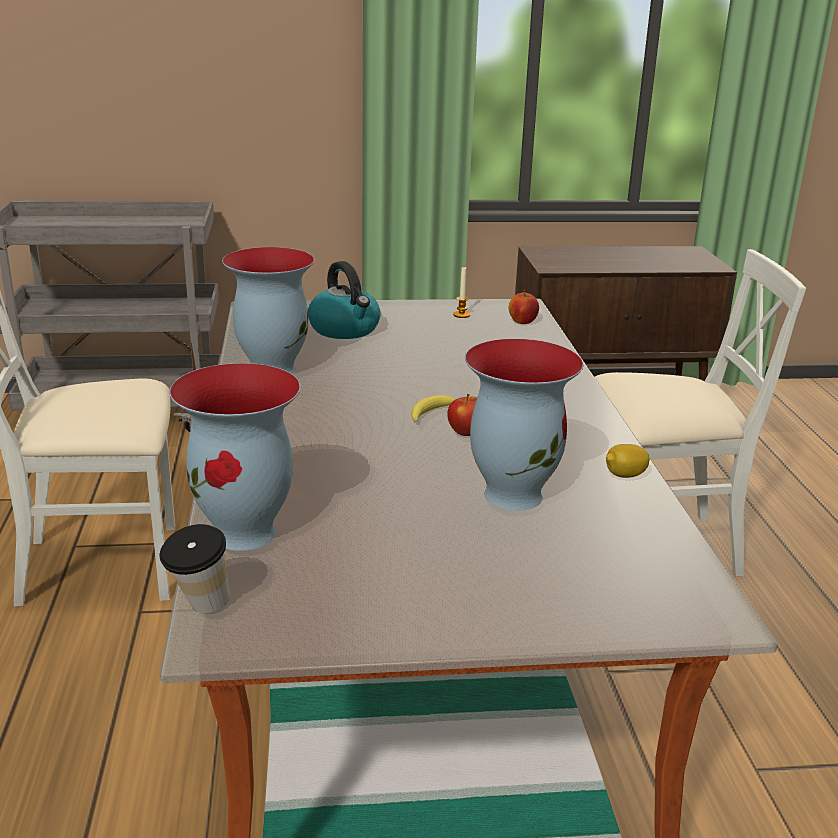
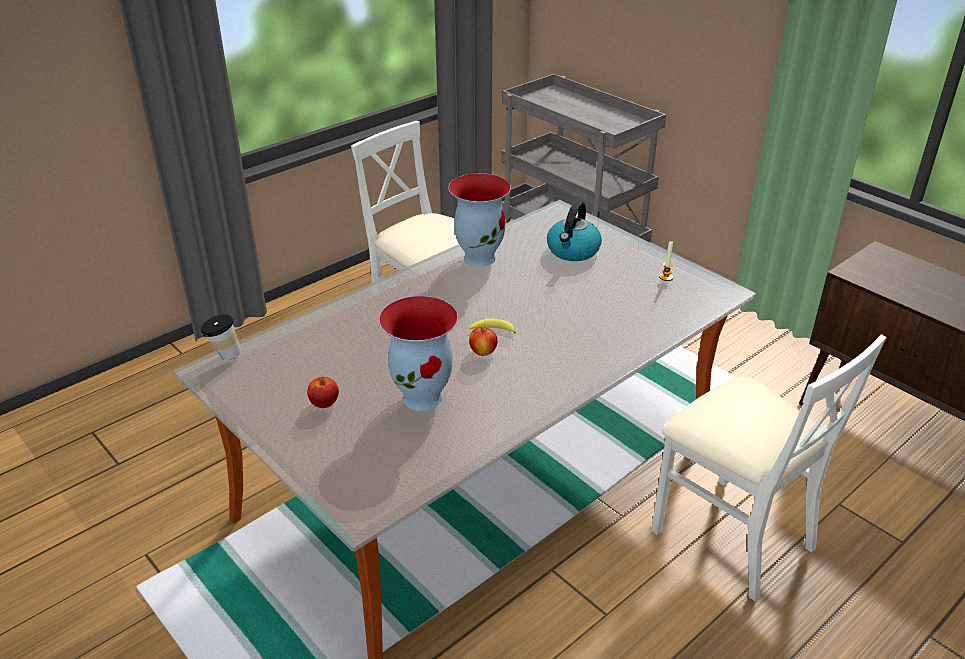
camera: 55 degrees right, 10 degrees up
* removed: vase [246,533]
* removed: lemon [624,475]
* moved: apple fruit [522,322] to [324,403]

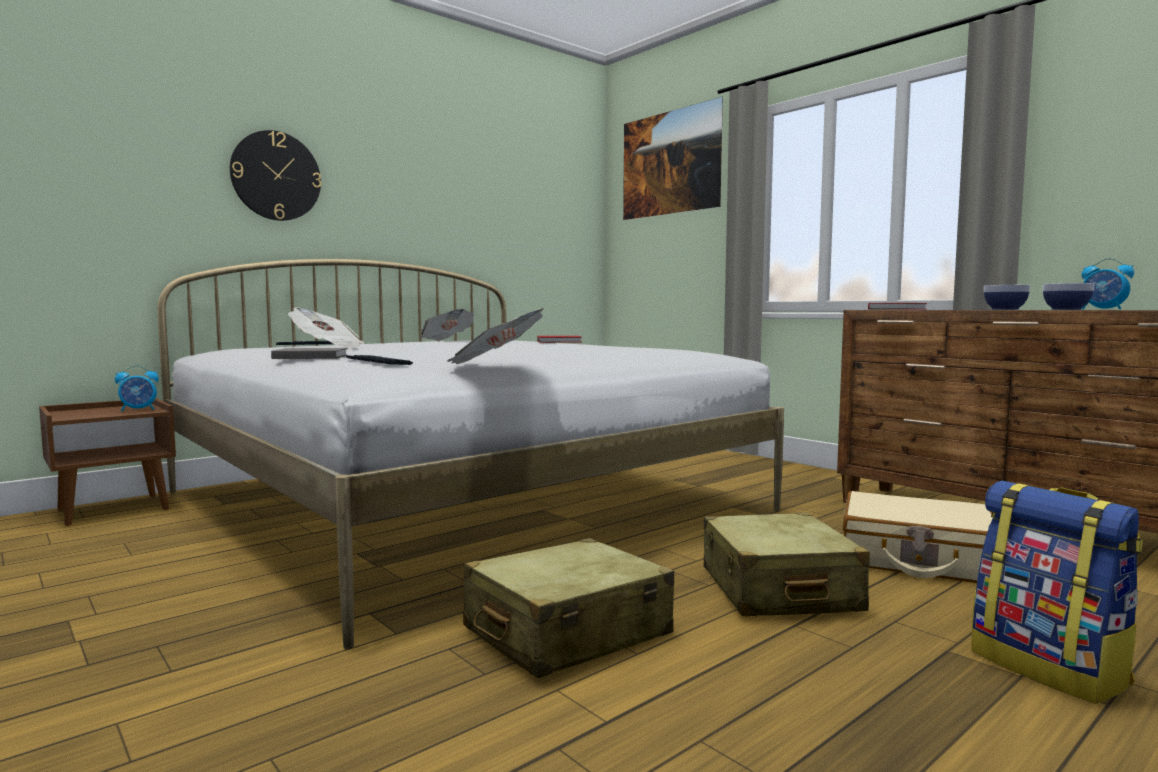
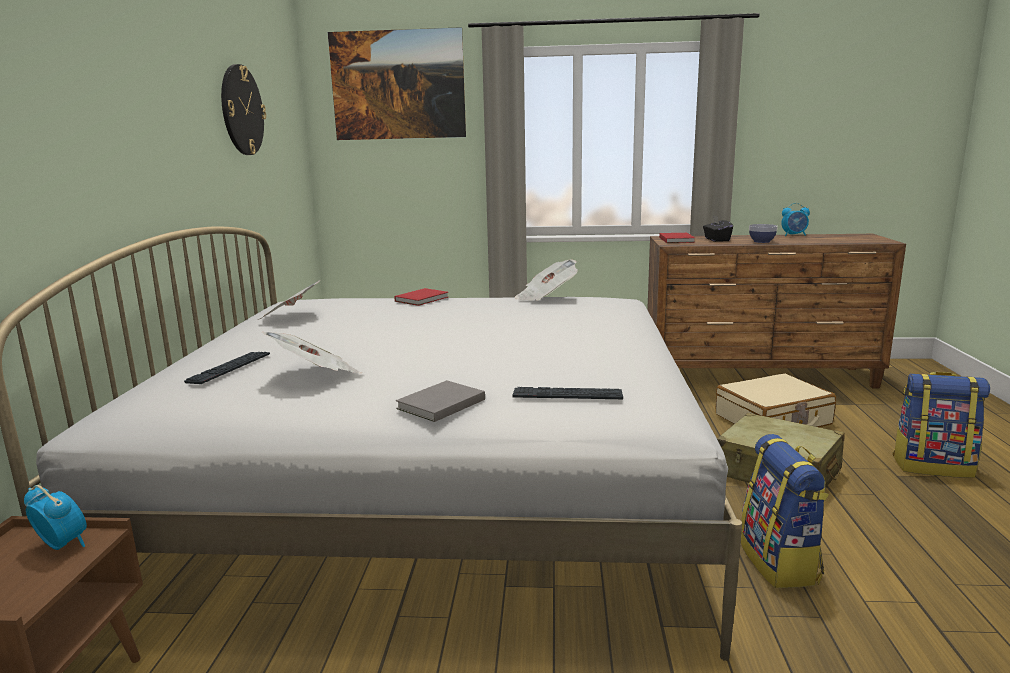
camera: 45 degrees left, 10 degrees up
* removed: serving bowl [1066,309]
* added: blackish box of tissues [716,240]
* moved: clock on the wall [276,176] to [242,110]
* moved: newspaper [495,365] to [546,297]
* replaced: beige travel case [566,633] to rucksack [780,563]
* turned: bedside clock [138,410] = [62,545] 75 degrees counterclockwise

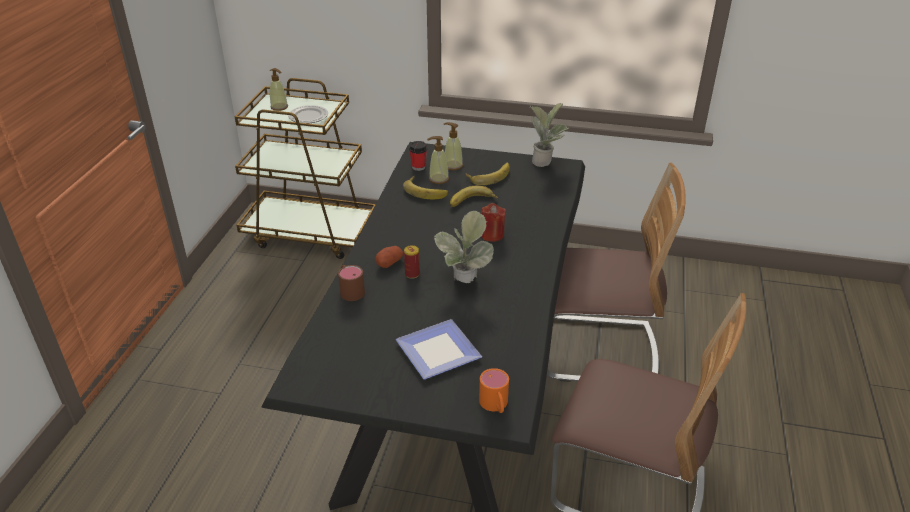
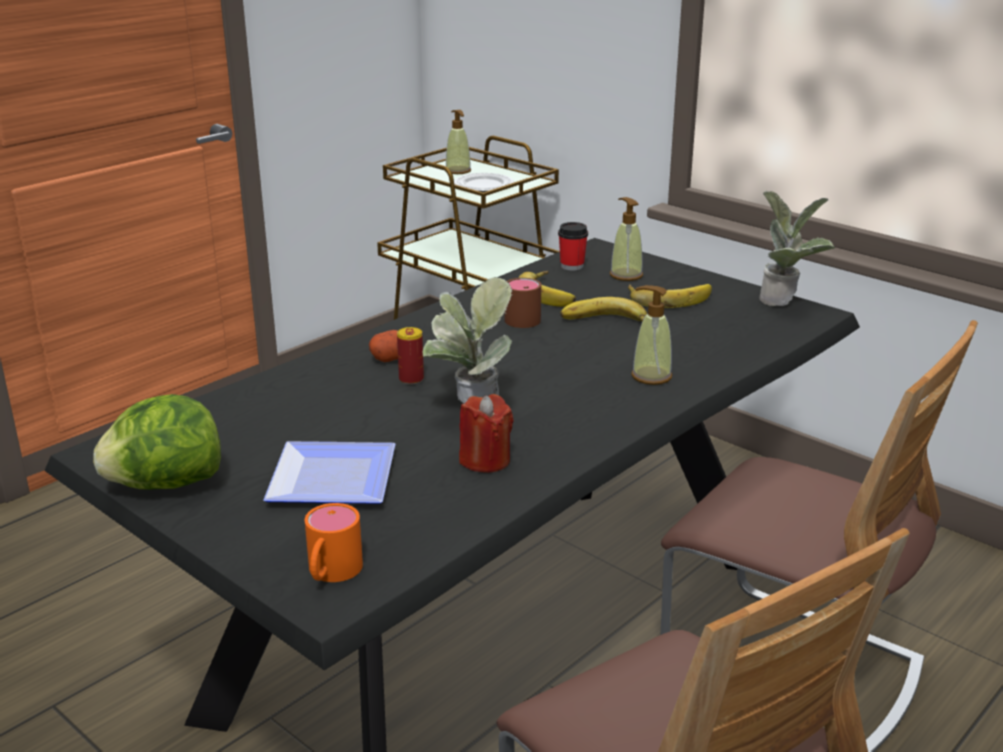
camera: 30 degrees right, 10 degrees down
* added: head of lettuce [166,484]
* moved: brown-coloured tea mug [350,290] to [522,317]
* moved: soap bottle [438,179] to [651,376]
* moved: reddish wax light [492,235] to [485,460]

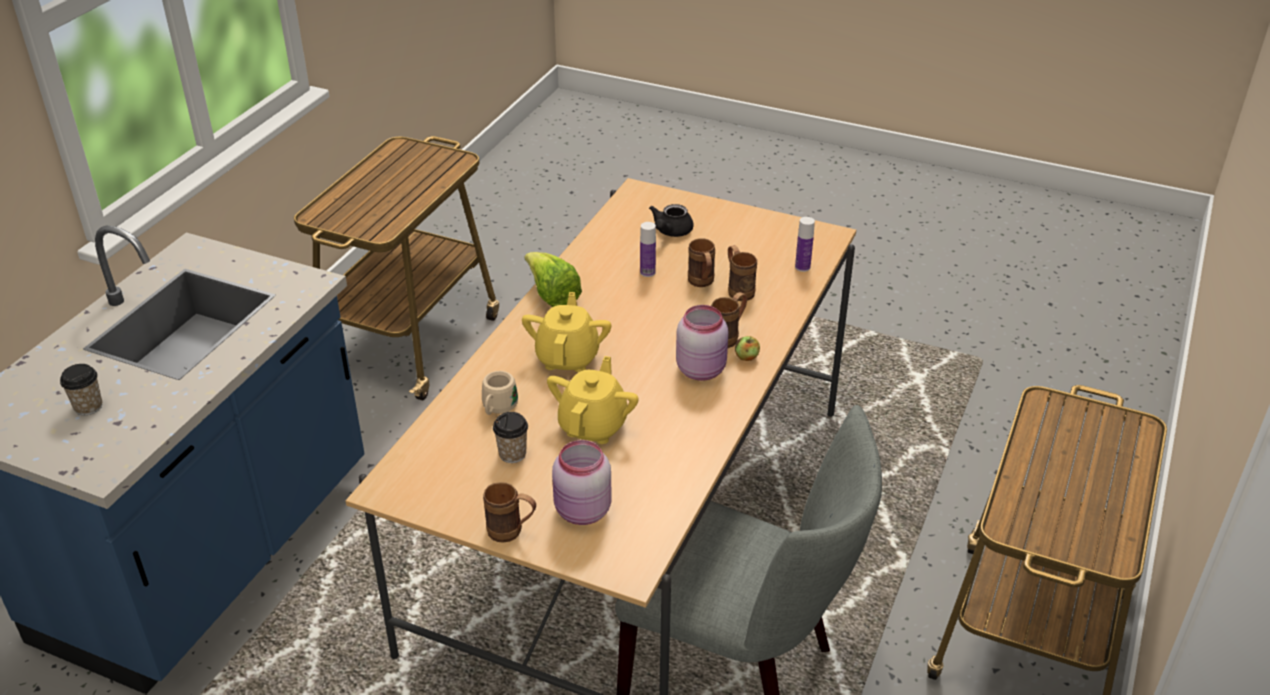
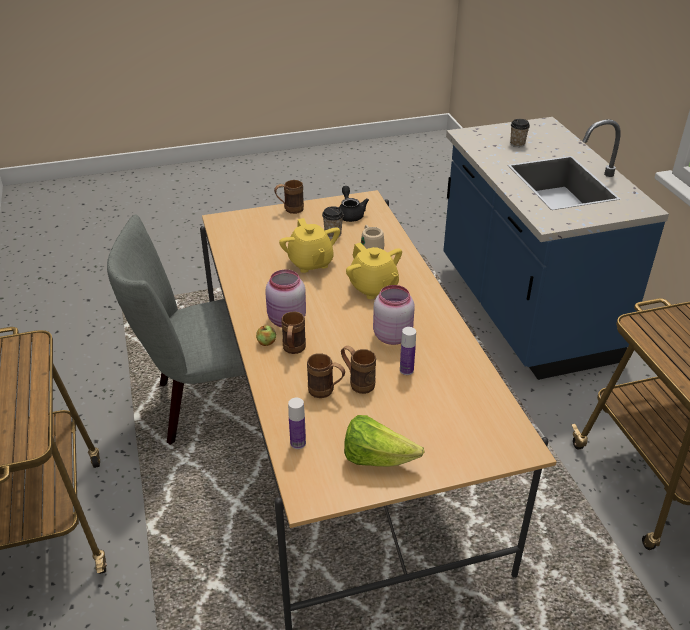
camera: 140 degrees right, 0 degrees up
* moved: head of lettuce [552,296] to [376,458]
* moved: pinkish storage jar [582,512] to [392,335]
* moved: blackish pot for tea [670,232] to [350,214]

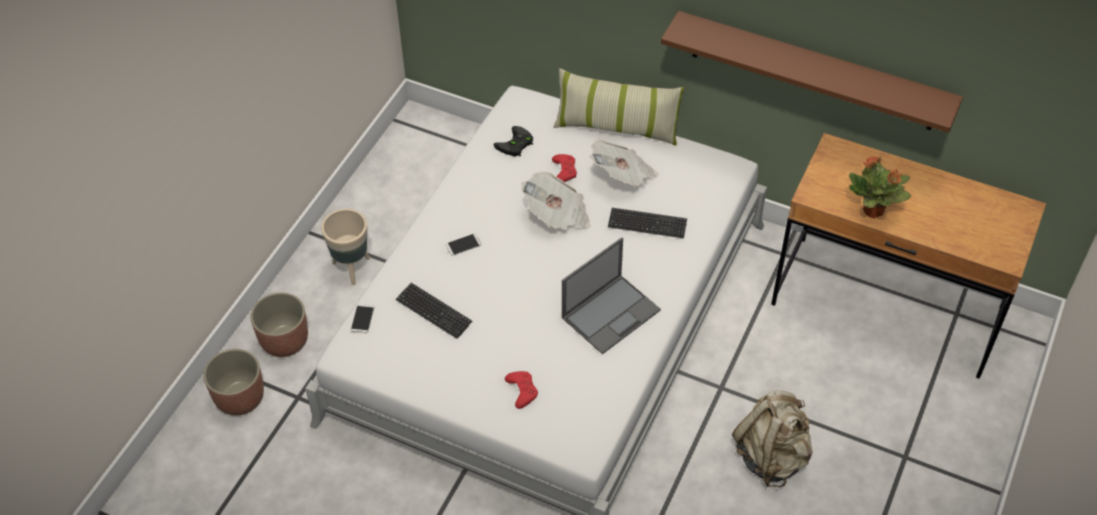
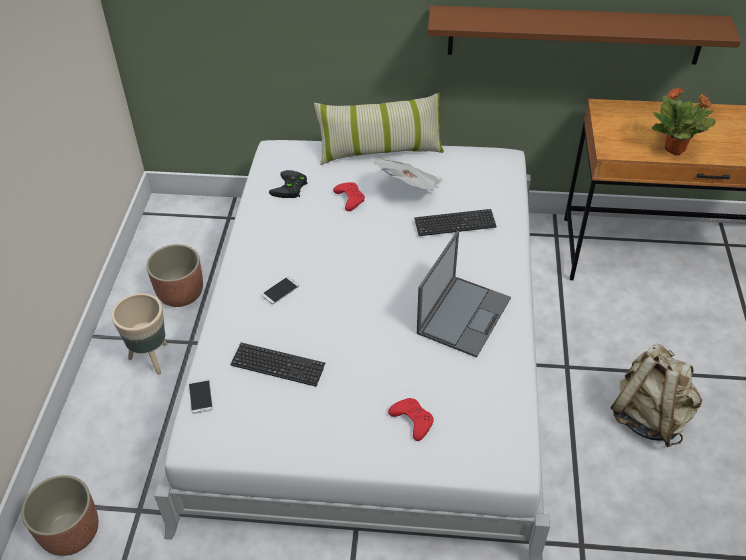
camera: 20 degrees left, 5 degrees down
* removed: newspaper [557,215]
* moved: plant pot [285,340] to [180,293]

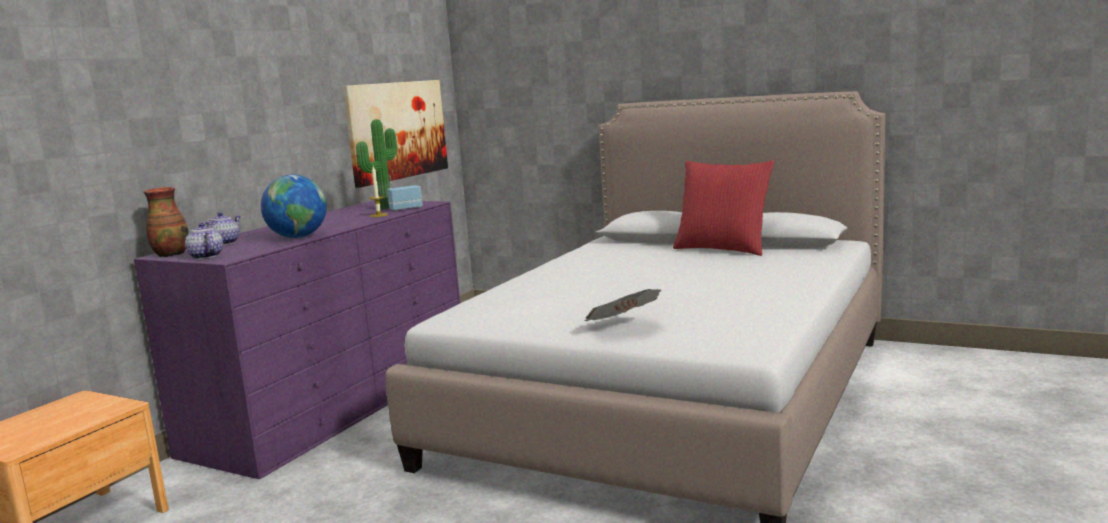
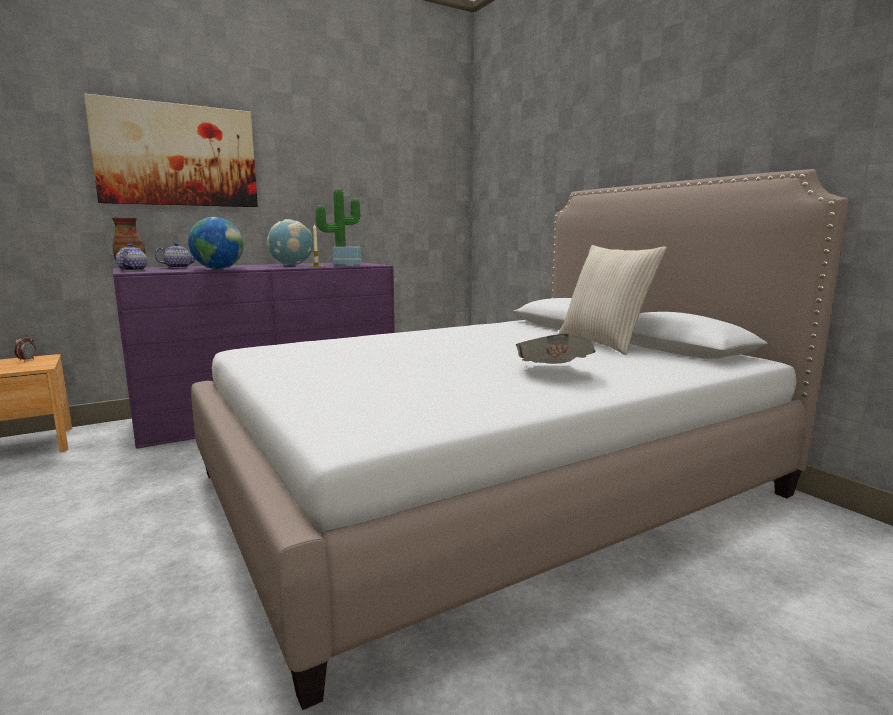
camera: 30 degrees right, 0 degrees up
* added: bedside clock [27,360]
* added: globe [291,265]
* moved: wall picture [397,130] to [177,155]
* moved: newspaper [623,326] to [554,372]
* recoloured: reddish throw pillow [723,249] to beige throw pillow [604,343]

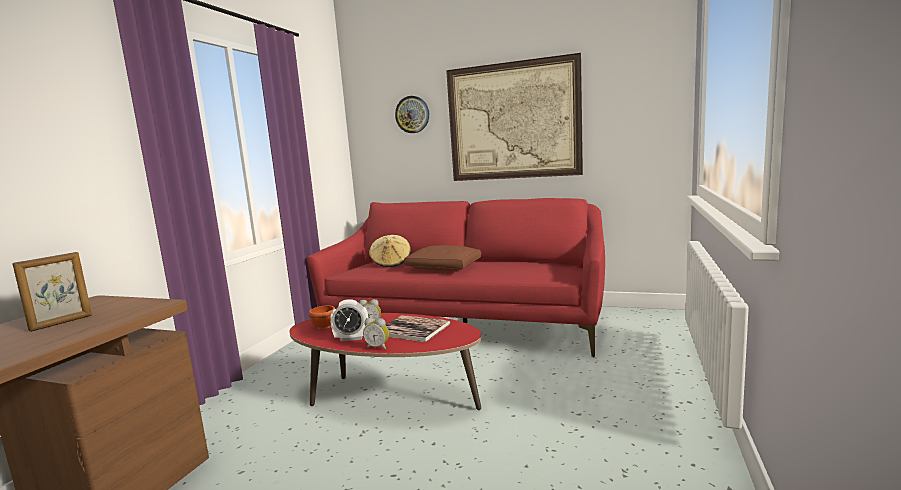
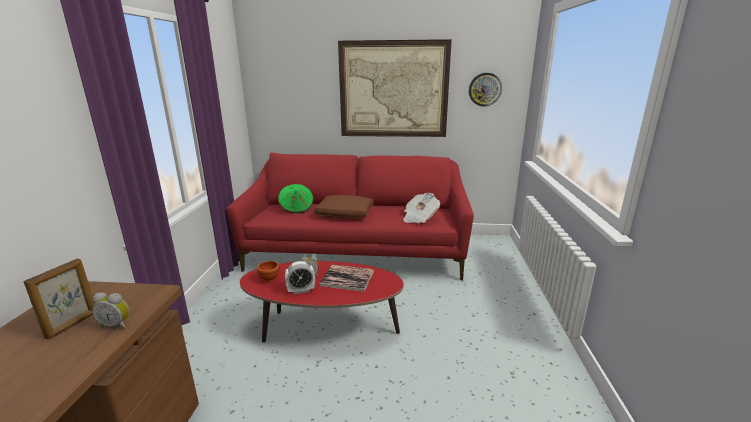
camera: 15 degrees left, 10 degrees up
* added: newspaper [419,218]
* moved: bedside clock [378,347] to [117,325]
* moved: clock on the wall [412,114] to [485,89]
* recoloured: beige wearable hat [391,263] to green wearable hat [296,208]

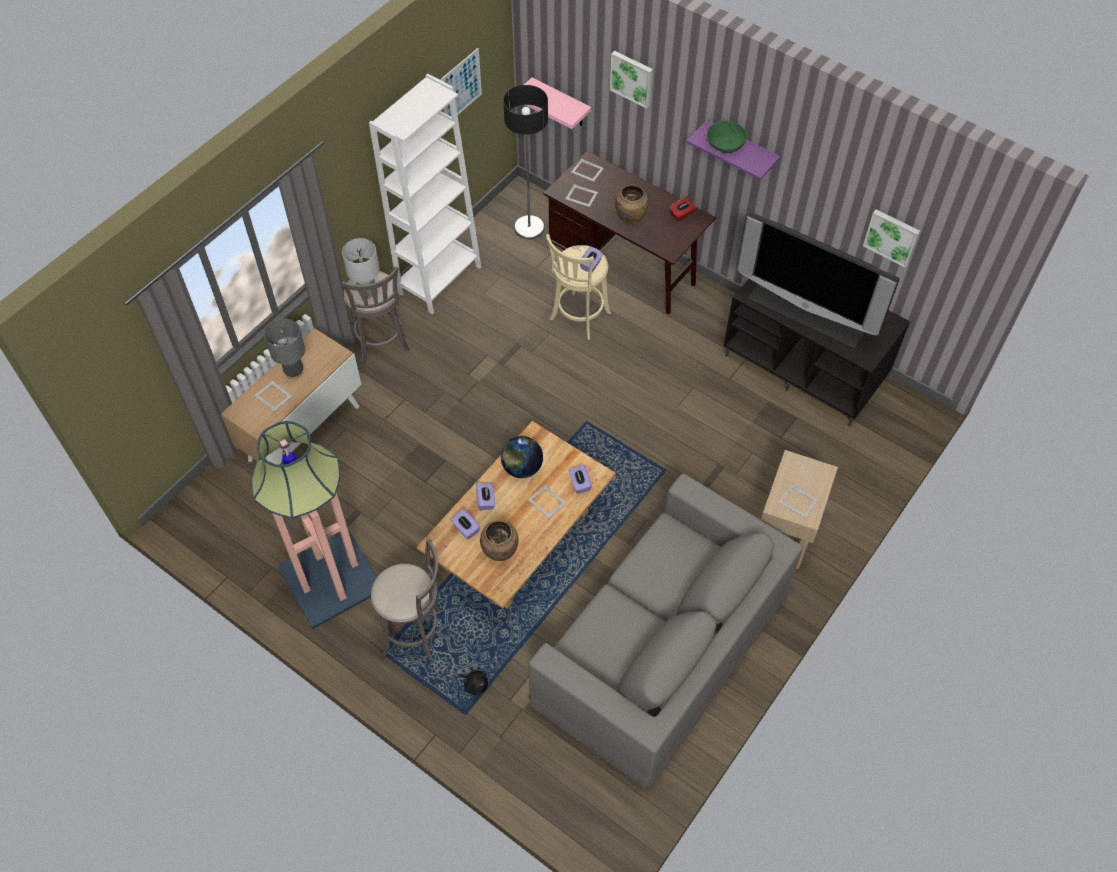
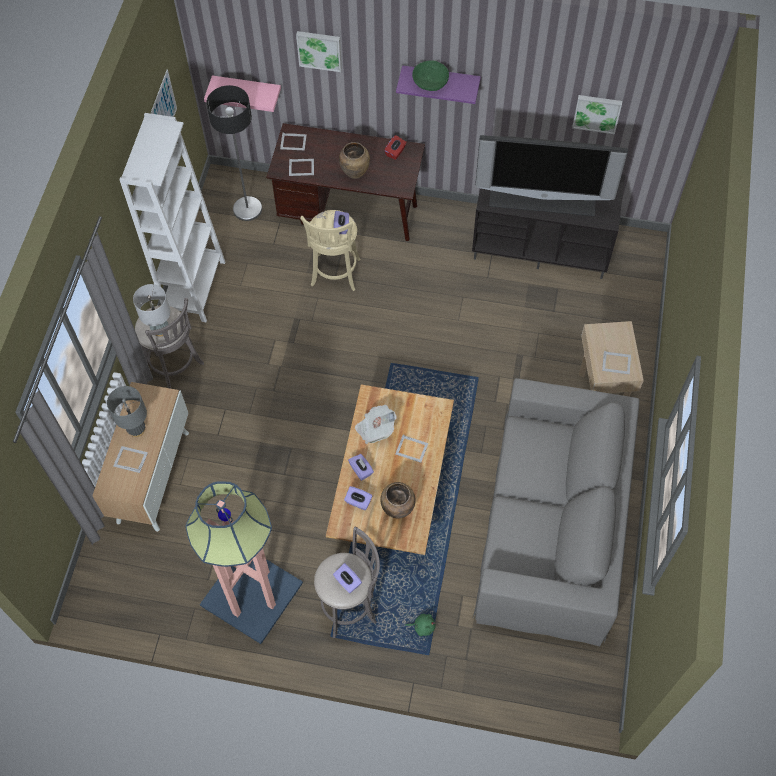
camera: 25 degrees left, 5 degrees up
* moved: purple-coloured box of tissues [579,484] to [347,582]
* replaced: globe [522,468] to newspaper [375,429]
* recoloured: blackish cuddly toy [475,684] to green cuddly toy [422,626]

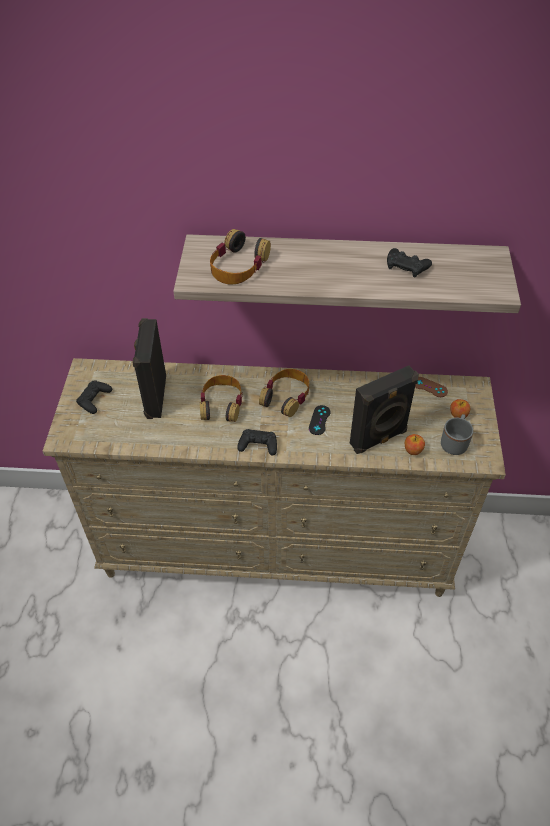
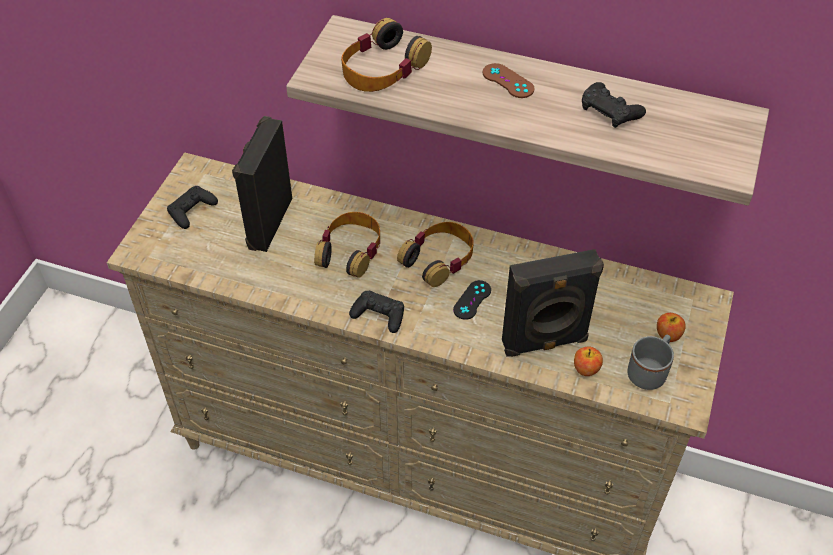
camera: 15 degrees right, 0 degrees up
* moved: brown-coloured joypad [429,387] to [508,81]

